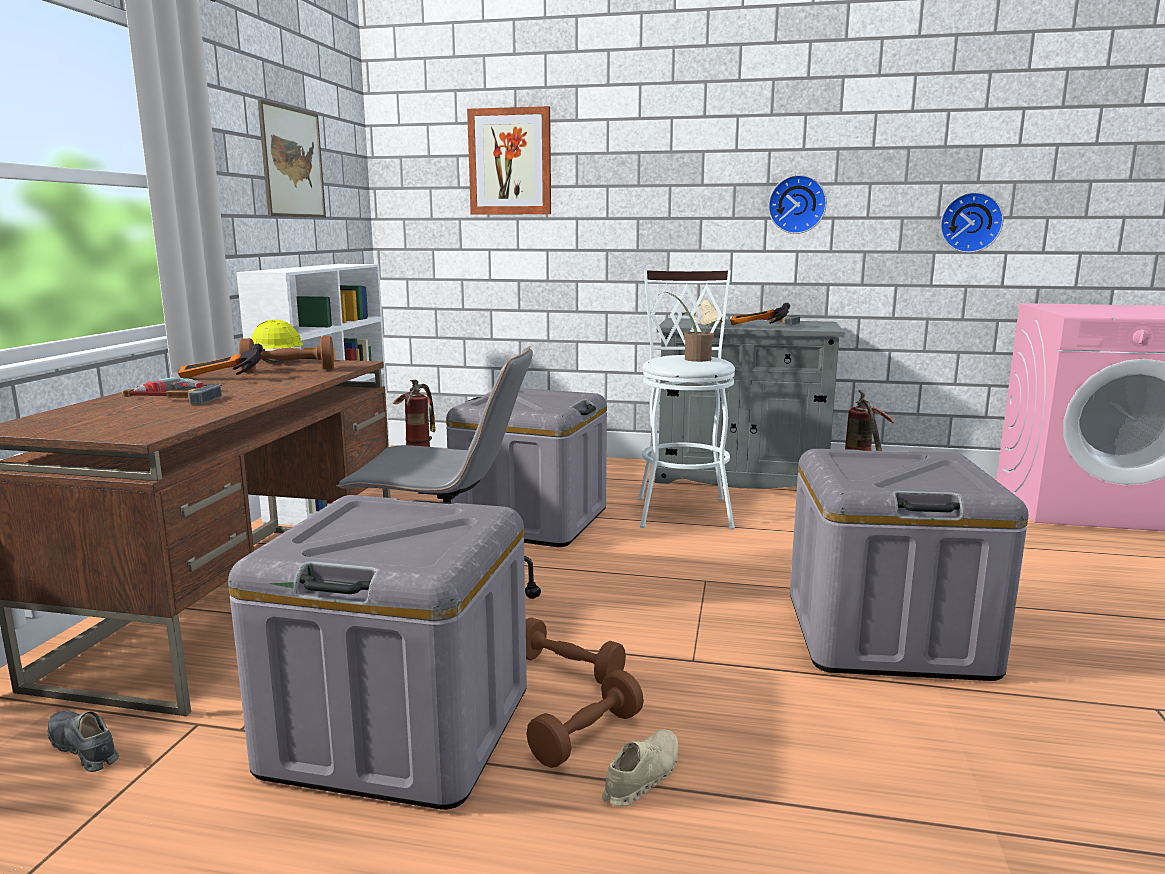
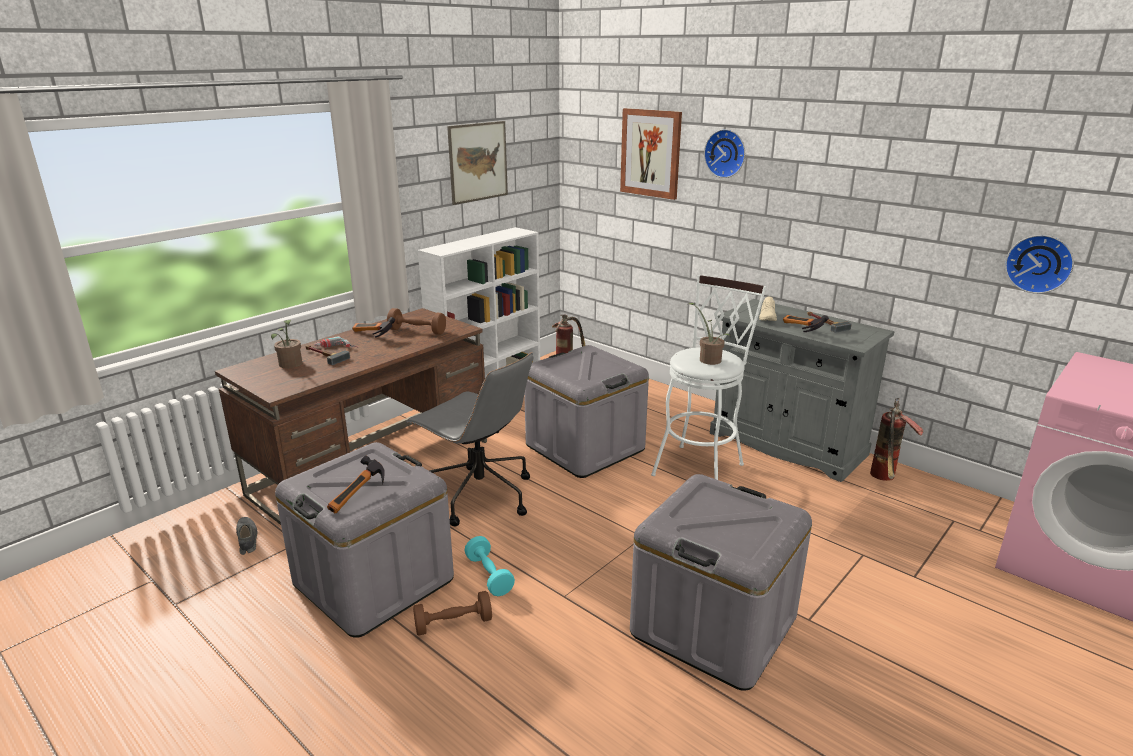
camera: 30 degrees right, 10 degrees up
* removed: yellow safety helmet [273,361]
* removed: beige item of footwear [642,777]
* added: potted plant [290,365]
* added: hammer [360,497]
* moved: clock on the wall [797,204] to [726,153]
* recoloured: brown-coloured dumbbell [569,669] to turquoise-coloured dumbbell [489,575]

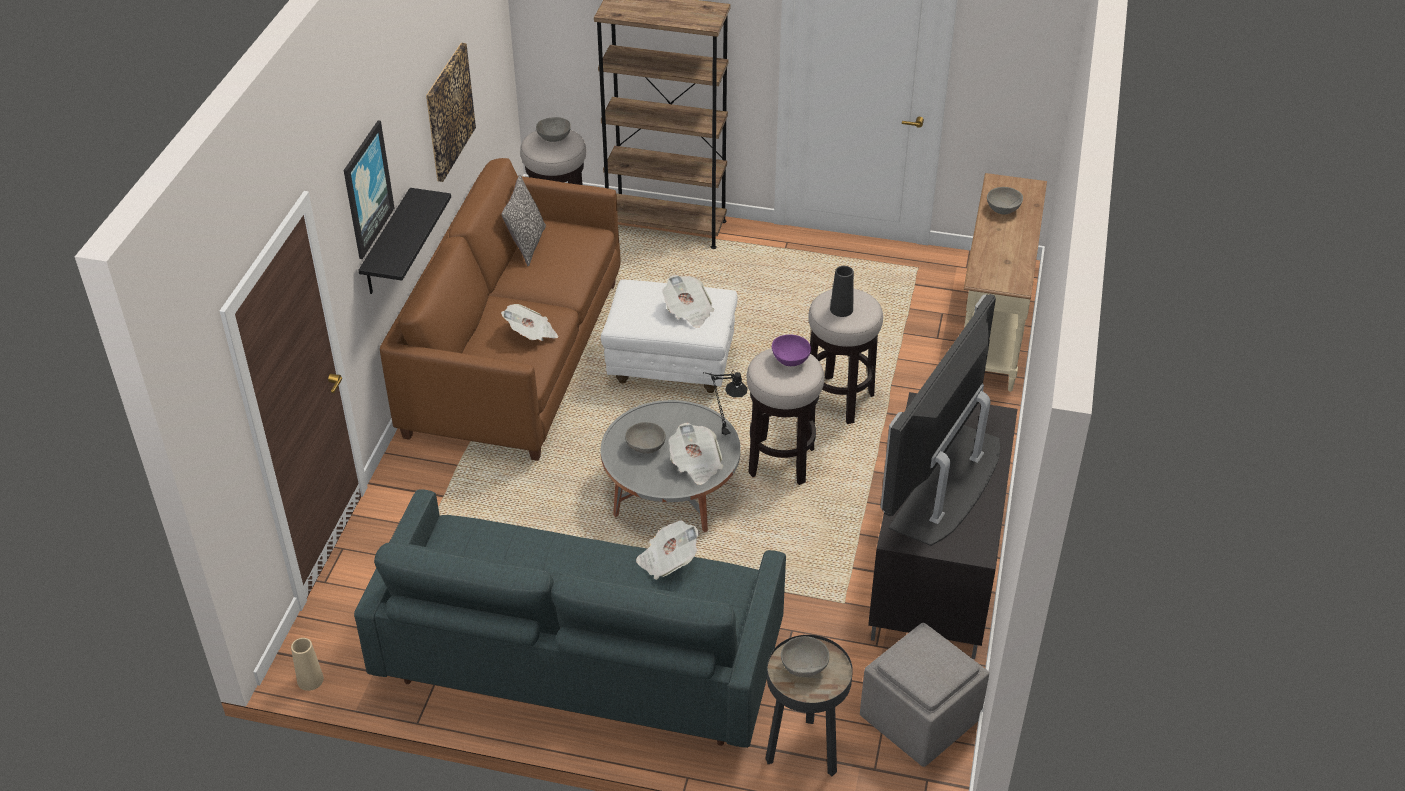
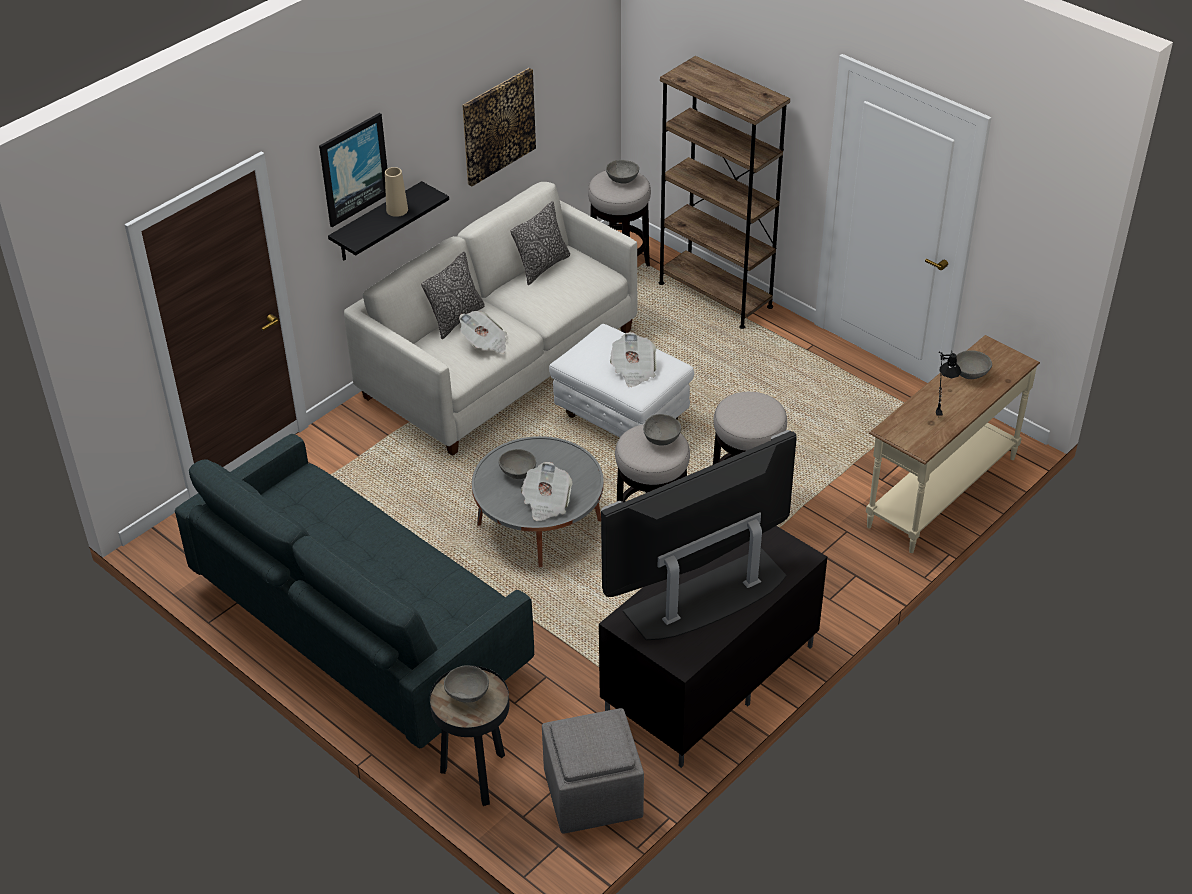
camera: 30 degrees right, 0 degrees up
* removed: newspaper [667,560]
* removed: blackish vase [841,309]
* added: throw pillow [456,319]
* moved: beige vase [310,680] to [397,210]
* moved: blackish tabletop lamp [720,431] to [936,411]
* recoloured: brown-coloured couch [514,358] to white couch [499,364]
* recoloured: purple-coloured serving bowl [790,360] to greyish serving bowl [661,439]

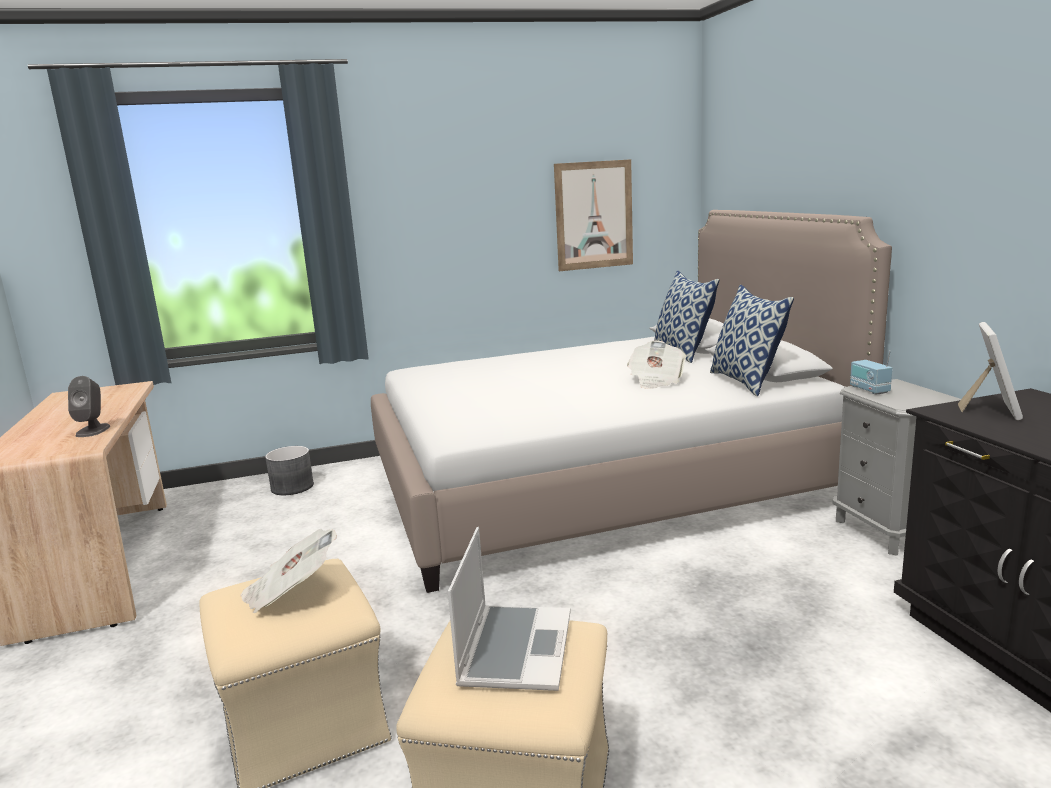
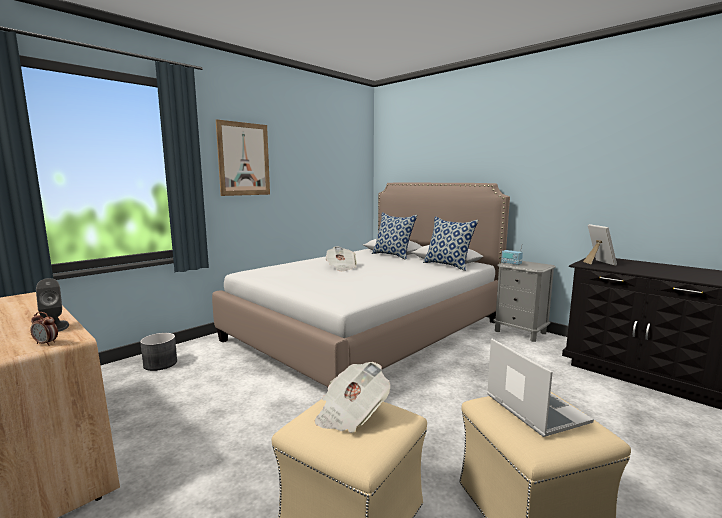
camera: 30 degrees left, 5 degrees down
* added: bedside clock [46,343]
* moved: wall picture [594,215] to [244,159]
* moved: newspaper [656,381] to [341,268]

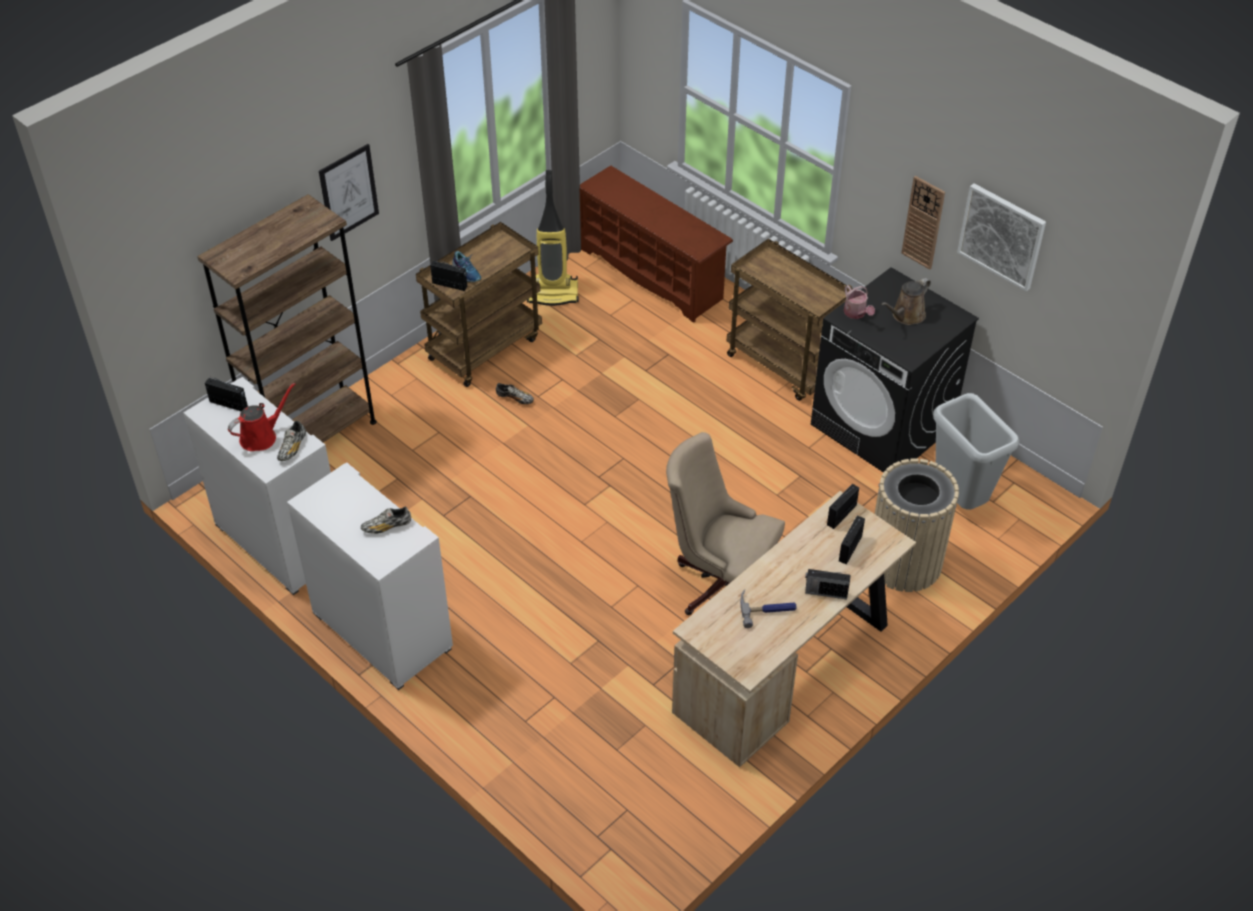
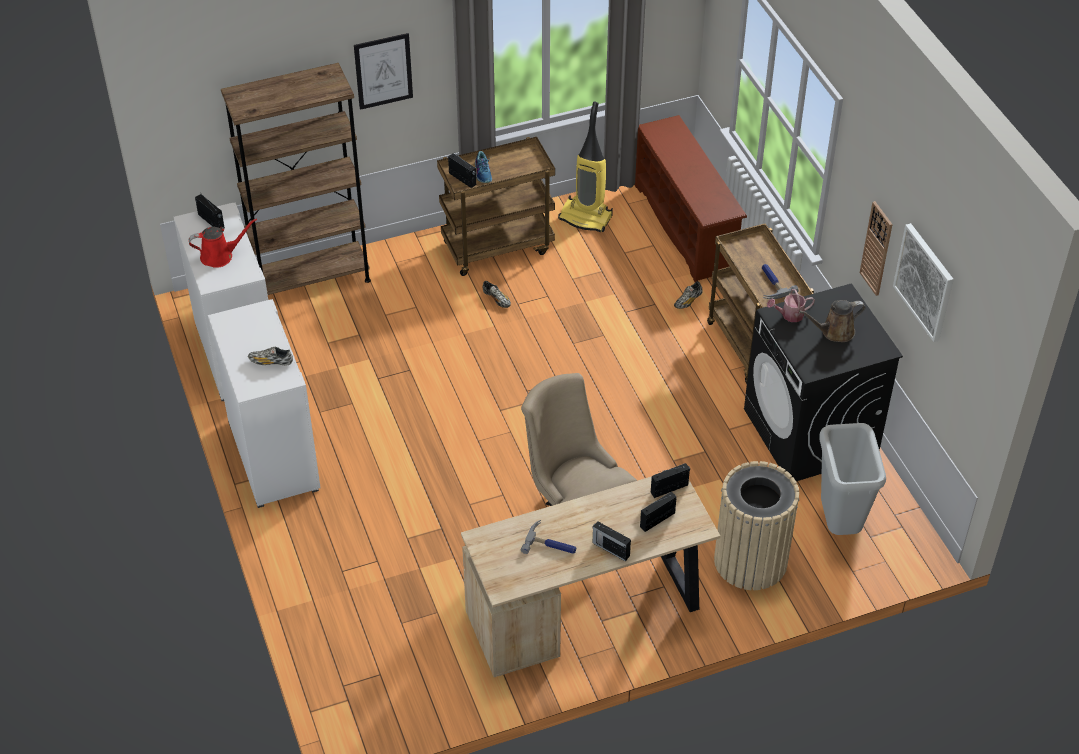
camera: 25 degrees right, 0 degrees up
* added: hammer [772,283]
* moved: item of footwear [292,448] to [688,301]
* turned: watering pot [856,314] = [789,315] 75 degrees clockwise

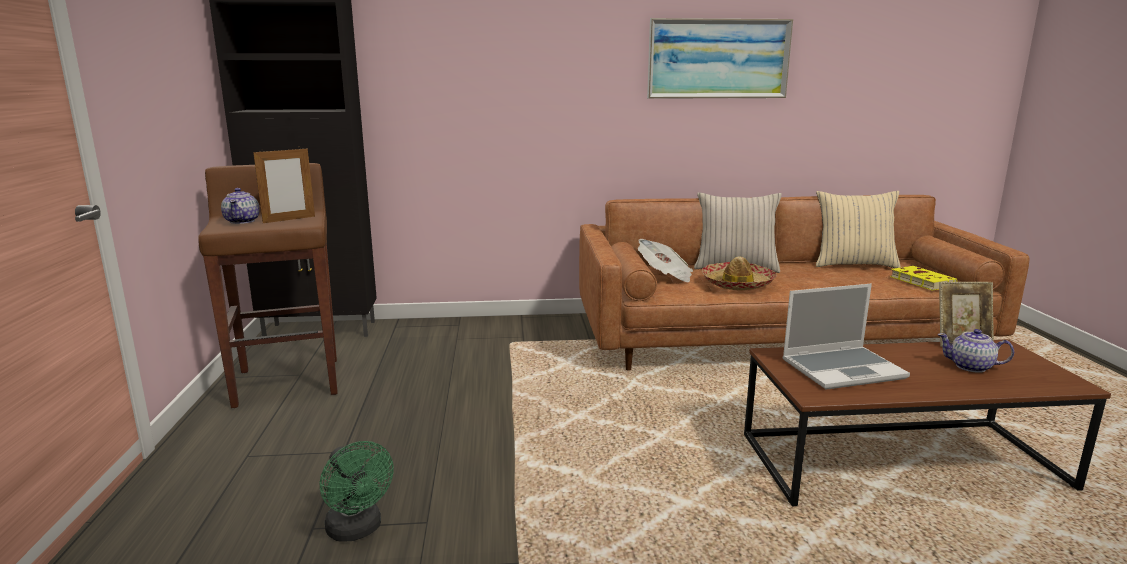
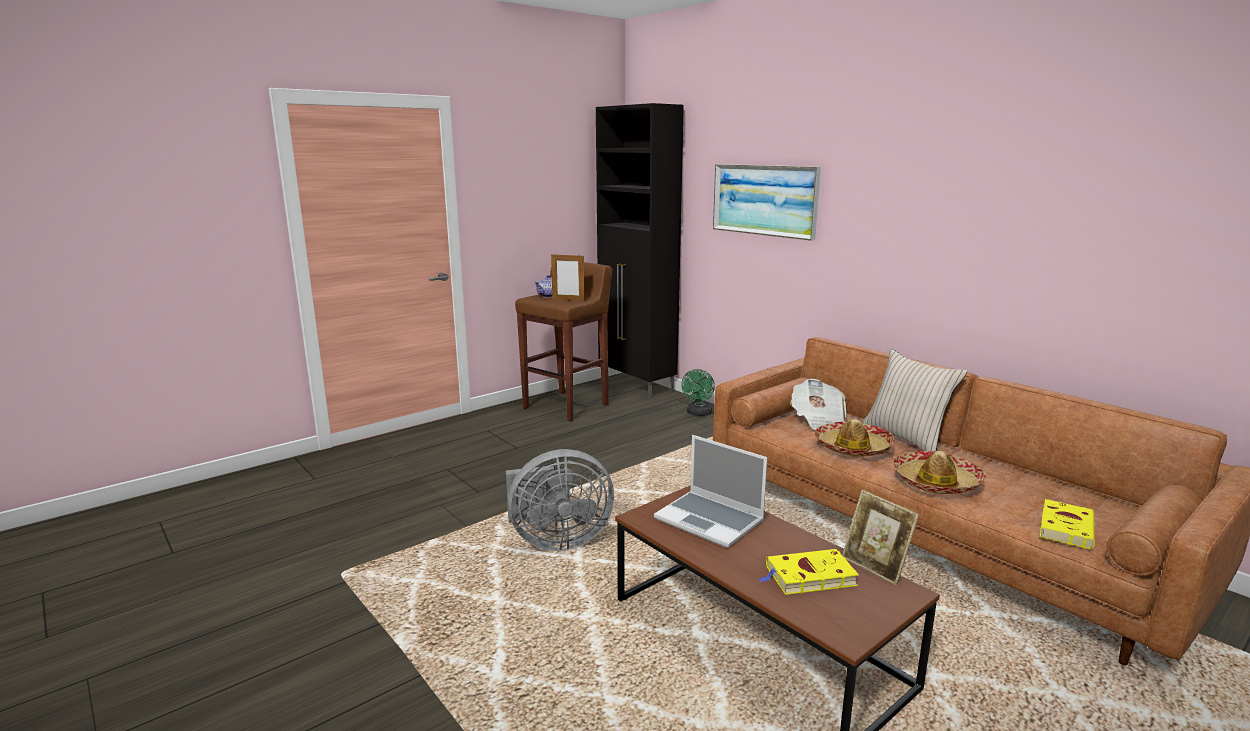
camera: 55 degrees right, 0 degrees up
* removed: beige throw pillow [853,264]
* added: greyish cooling fan [556,540]
* added: wearable hat [936,482]
* moved: green cooling fan [358,530] to [698,413]
* moved: wall picture [718,59] to [764,200]
* replaced: pot for tea [971,367] to yellow bound book [808,577]

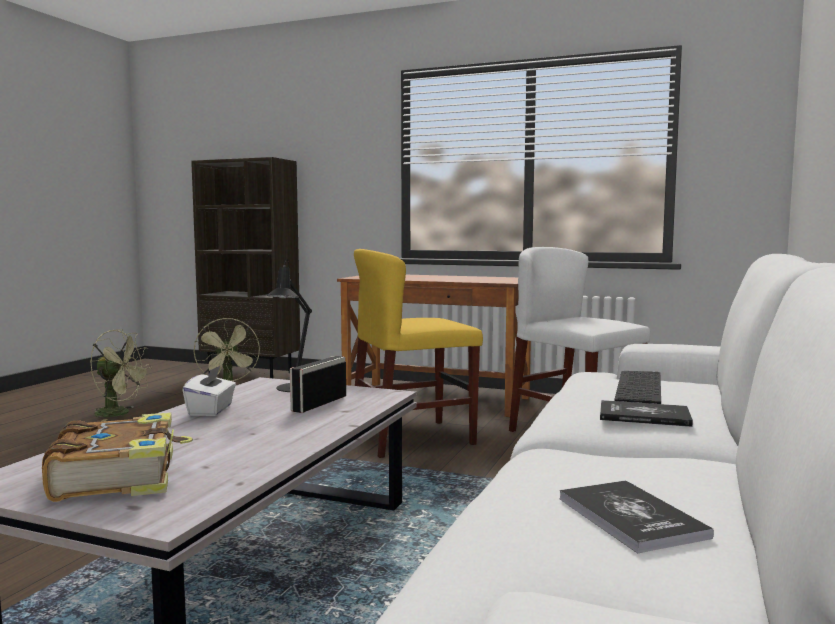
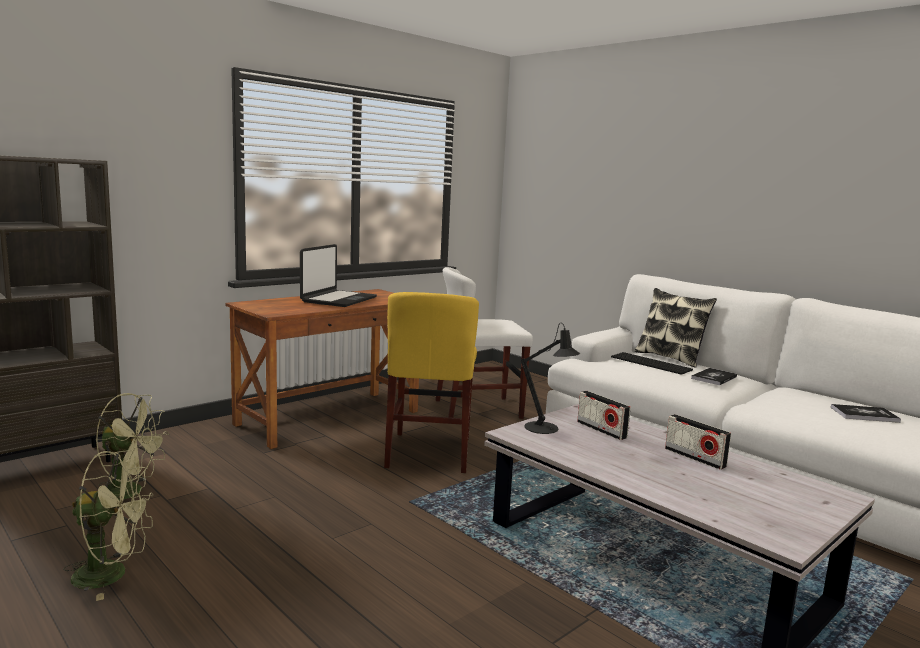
camera: 65 degrees left, 5 degrees up
* removed: bound book [119,476]
* removed: white box of tissues [211,410]
* added: portable computer [338,300]
* added: throw pillow [670,358]
* added: radio receiver [695,457]
* turned: green cooling fan [119,414] = [112,574] 45 degrees clockwise

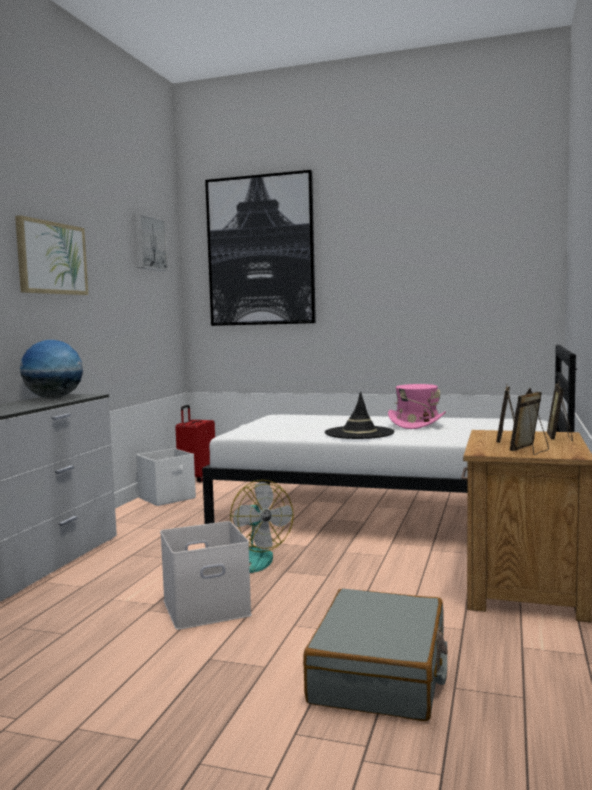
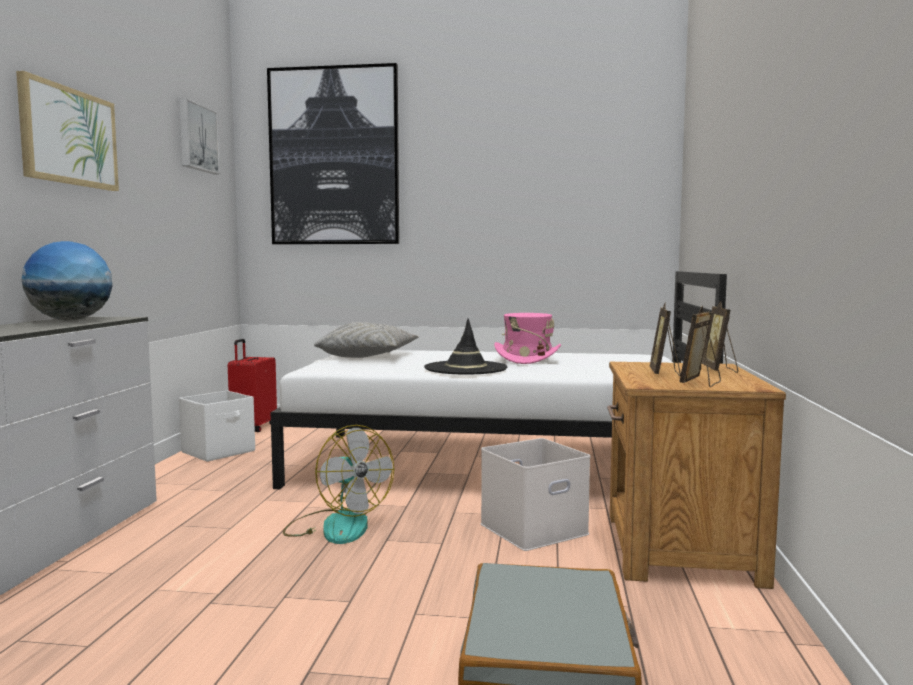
camera: 10 degrees left, 0 degrees up
* added: greyish throw pillow [368,357]
* moved: white storage container [205,608] to [533,530]

